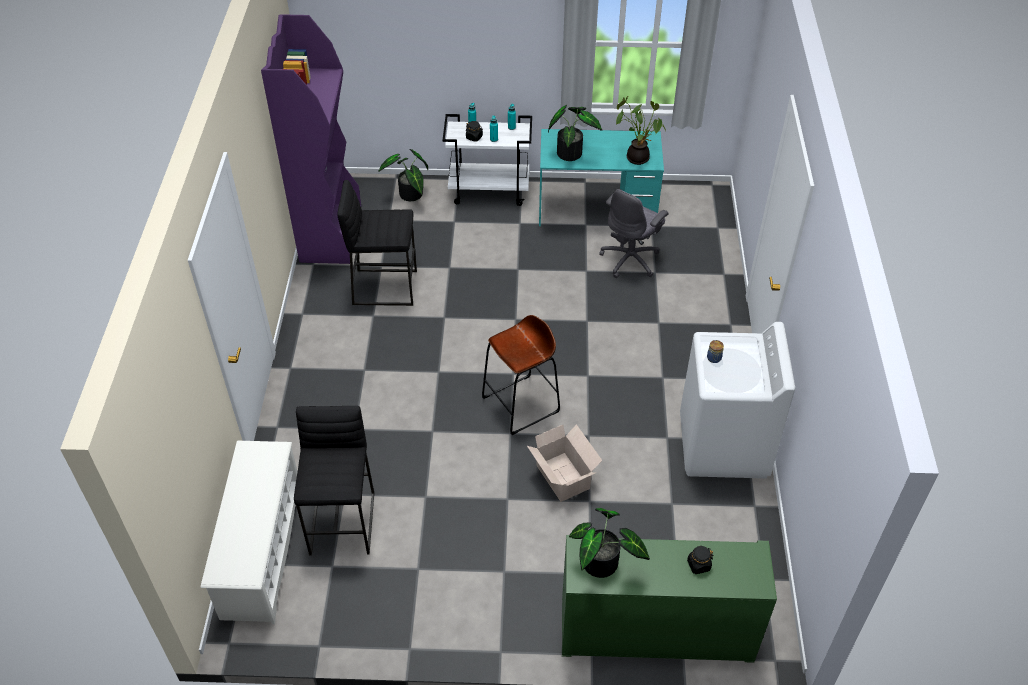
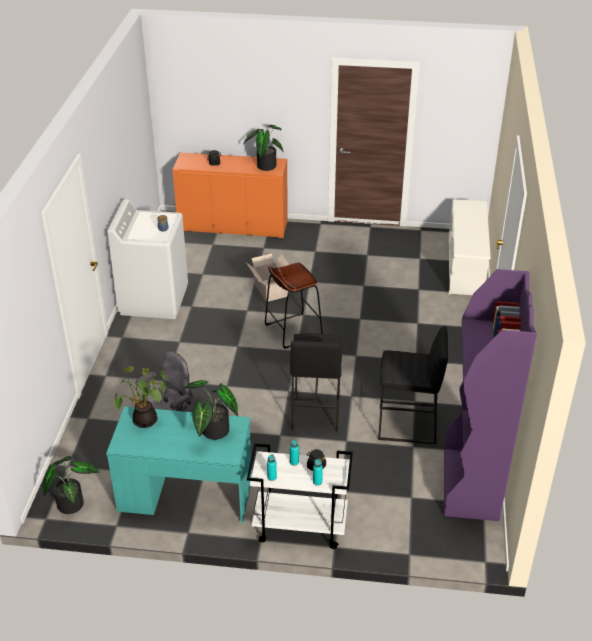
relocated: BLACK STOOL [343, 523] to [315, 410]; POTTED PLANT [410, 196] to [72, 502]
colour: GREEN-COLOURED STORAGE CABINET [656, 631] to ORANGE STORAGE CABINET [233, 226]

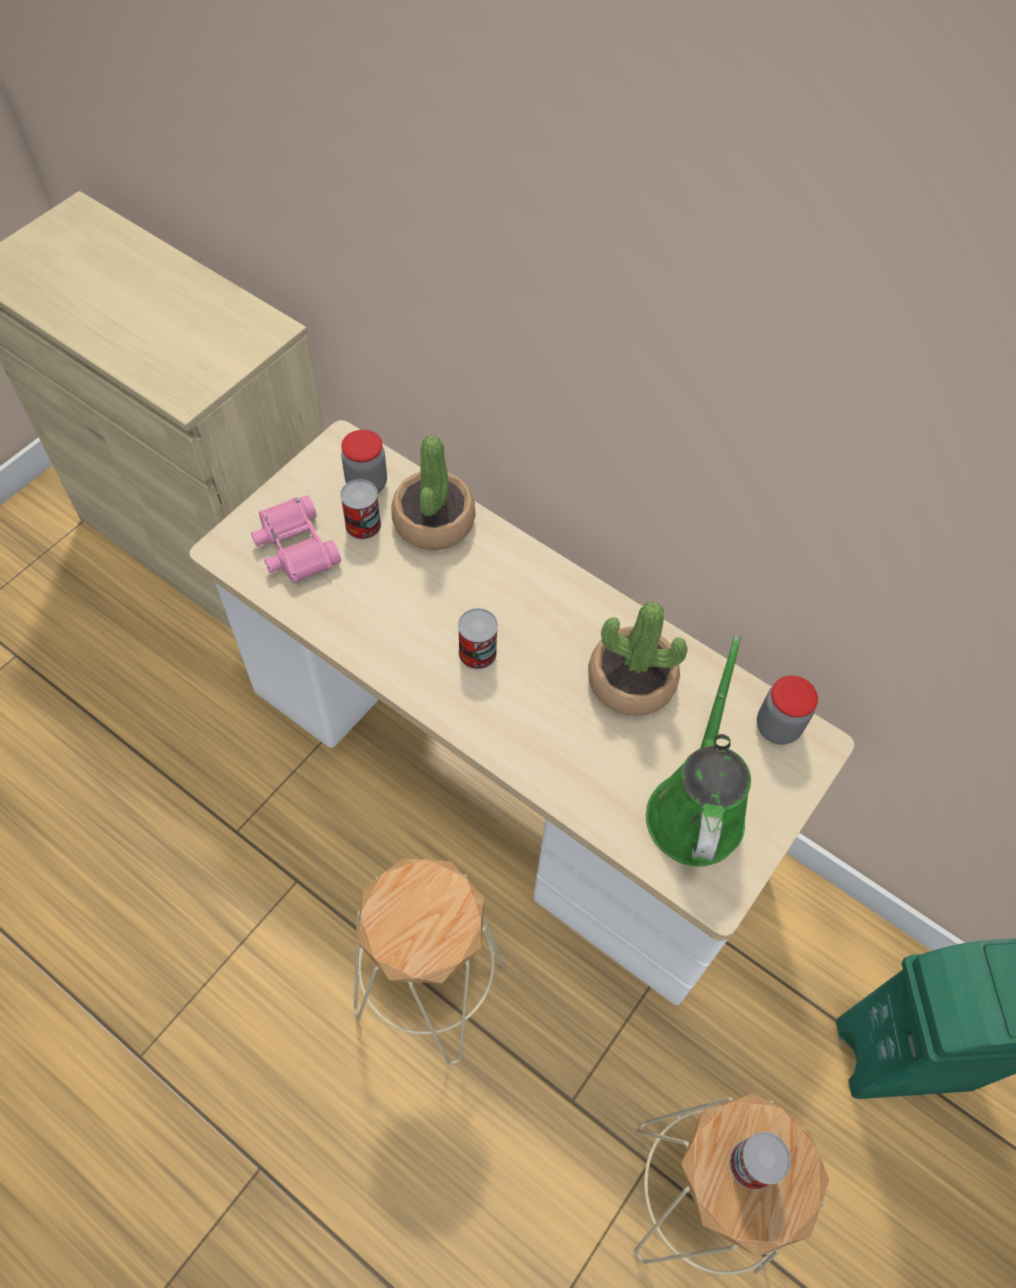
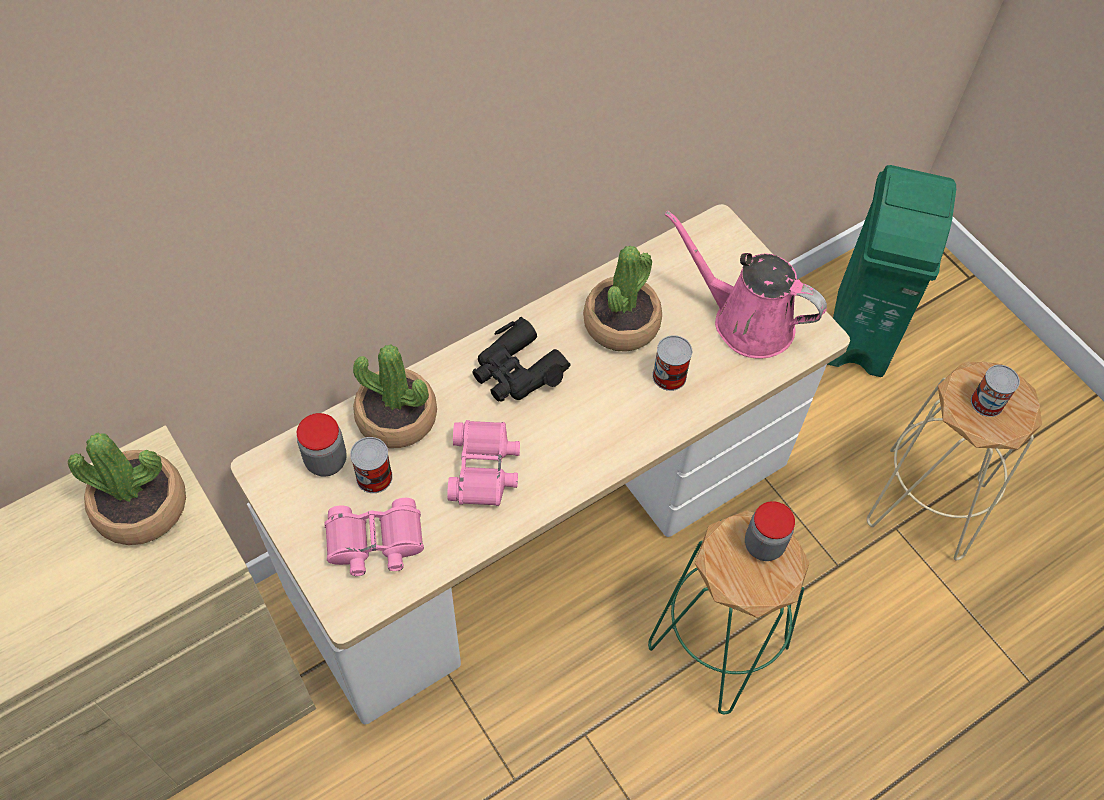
appeared: POTTED PLANT [141, 506]; PINK-COLOURED PAIR OF BINOCULARS [484, 468]; BLACK PAIR OF BINOCULARS [517, 371]
relocated: SEALED CAN [477, 652] to [669, 376]; PRESERVE JAR [777, 727] to [763, 545]
colour: BEIGE STOOL [429, 988] to GREEN-COLOURED STOOL [719, 646]; GREEN-COLOURED WATERING POT [696, 807] to PINK-COLOURED WATERING POT [745, 321]

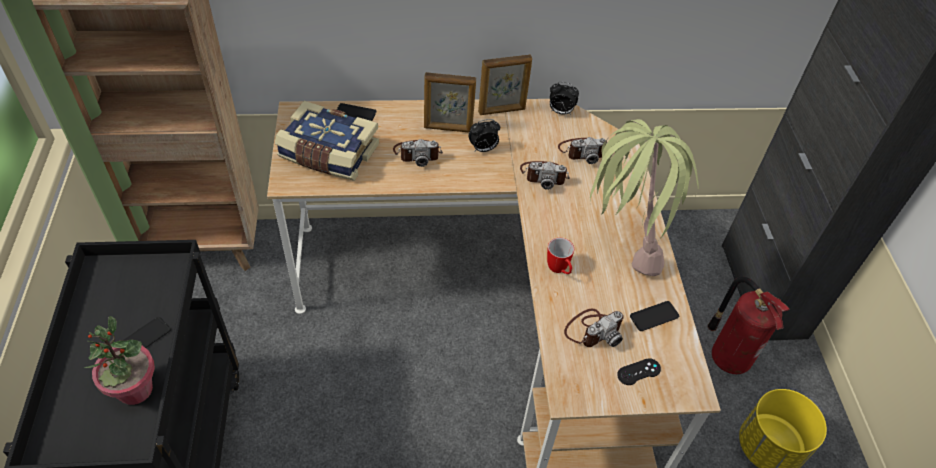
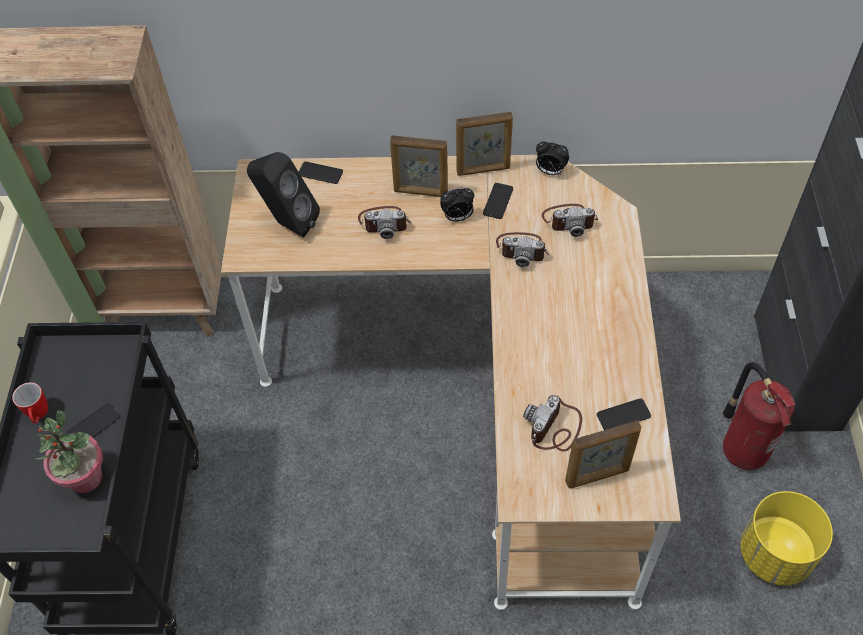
missing: POTTED PLANT [622, 245]
appeared: PHONE [498, 201]
relocated: COFFEE MUG [559, 270] to [39, 416]
exchanged: BOUND BOOK [328, 154] to BLACK LOUDSPEAKER [288, 223]; BLACK GAME CONTROLLER [639, 372] to PHOTO FRAME [598, 476]
spun: STILL CAMERA [593, 329] = [554, 428] 150 degrees clockwise

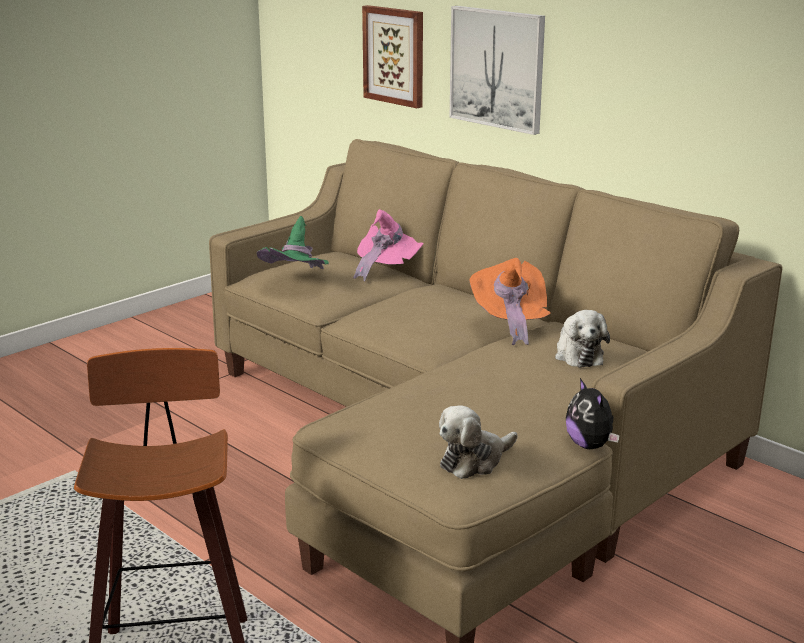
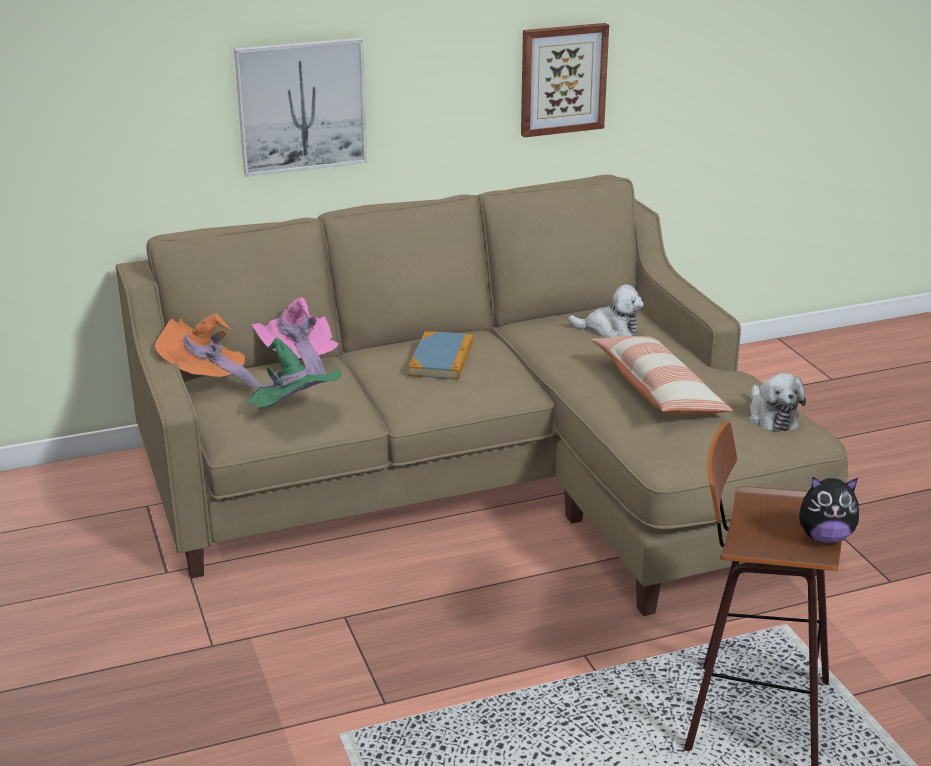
appeared: BOUND BOOK [441, 359]; CUSHION [658, 391]
relocated: WALL PICTURE [394, 55] to [562, 79]; ORANGE WEARABLE HAT [510, 323] to [206, 381]; CUDDLY TOY [590, 445] to [824, 537]

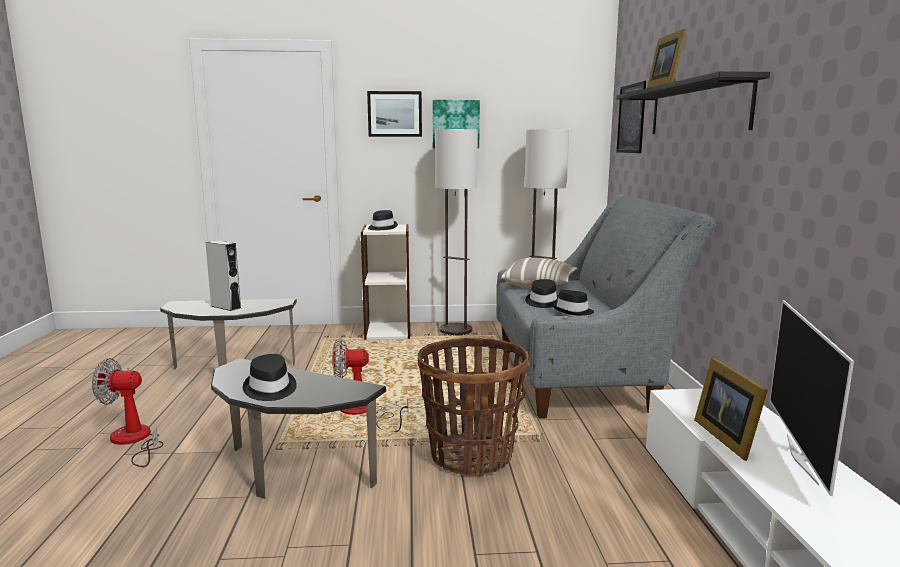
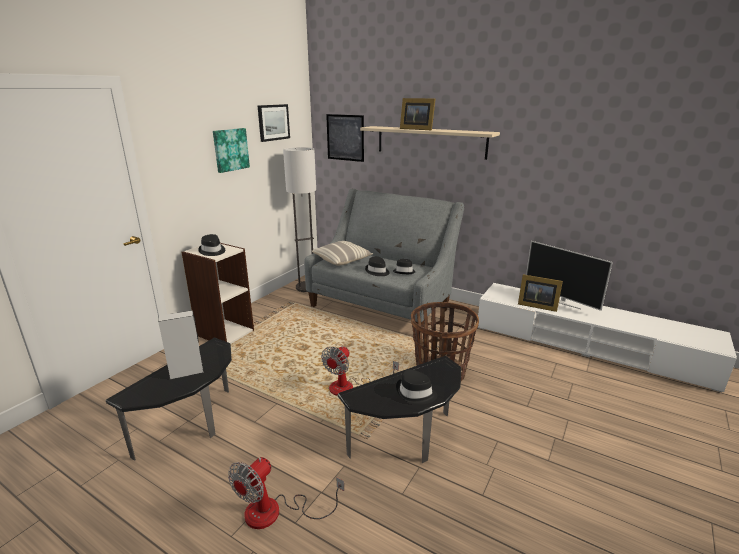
missing: STANDARD LAMP [456, 330]
relocated: WALL PICTURE [395, 114] to [273, 122]
colour: BLACK BRACKET SHELF [696, 109] to BEIGE BRACKET SHELF [430, 142]

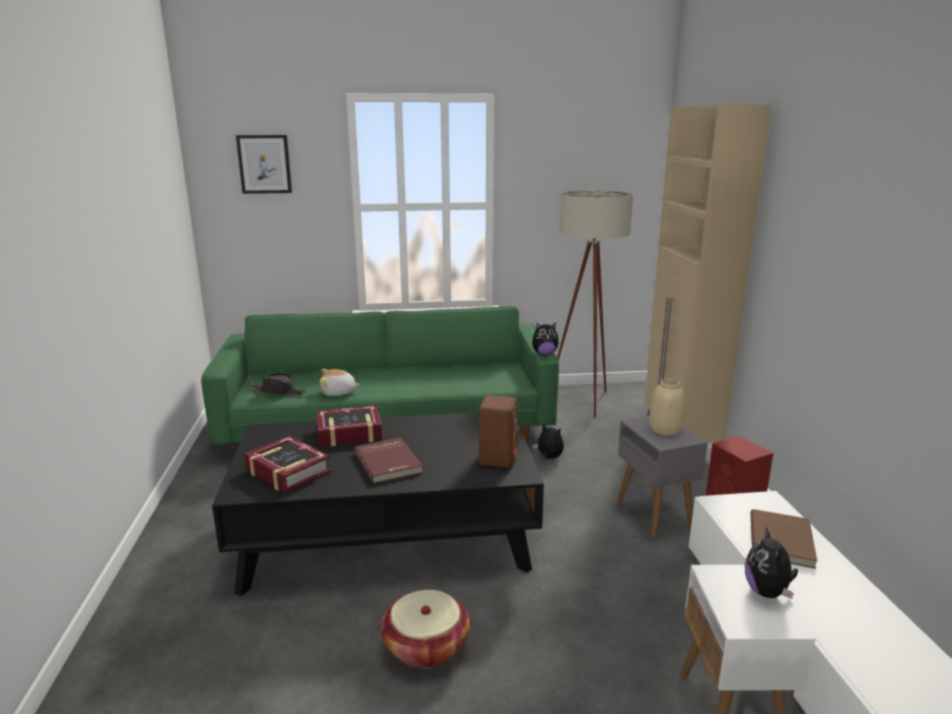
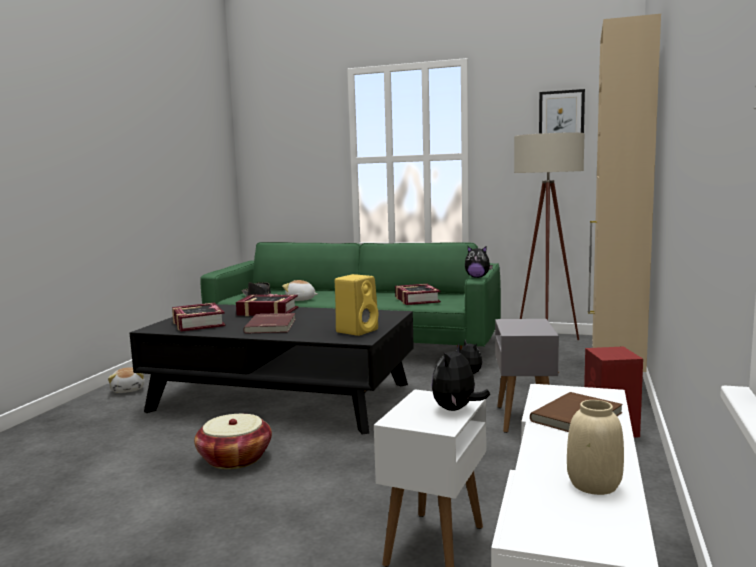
appeared: CUDDLY TOY [128, 389]; BOUND BOOK [416, 299]
relocated: WALL PICTURE [264, 164] to [561, 116]; BEIGE DECORATIVE VASE [665, 430] to [594, 485]
colour: BROWN LOUDSPEAKER [498, 457] to YELLOW LOUDSPEAKER [357, 330]

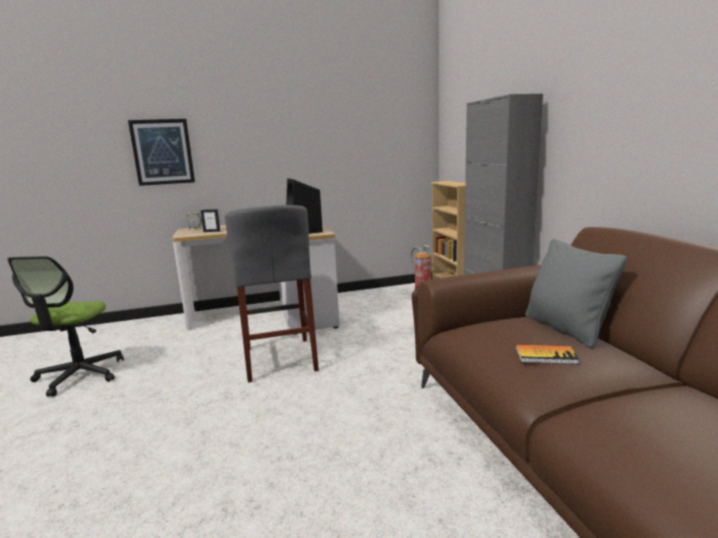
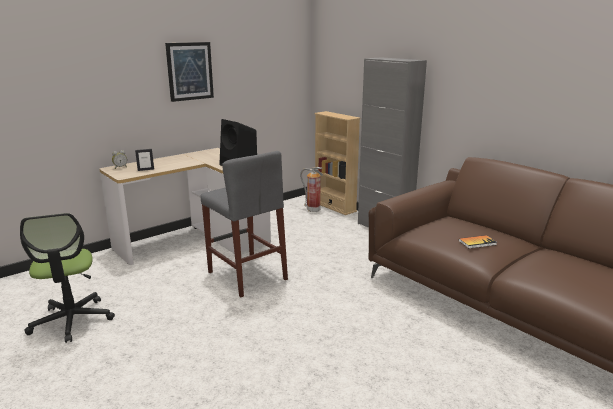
missing: GREYISH CUSHION [566, 329]
relocated: WALL PICTURE [162, 152] to [190, 71]

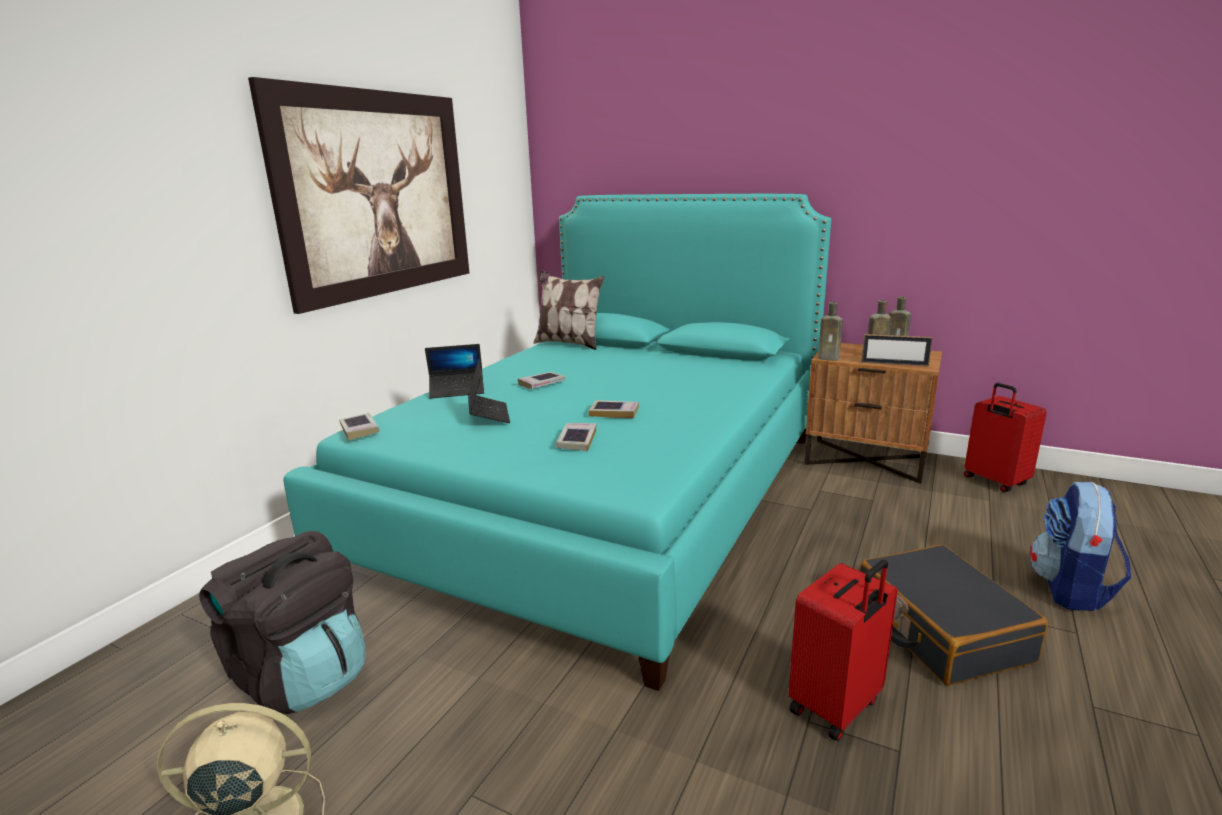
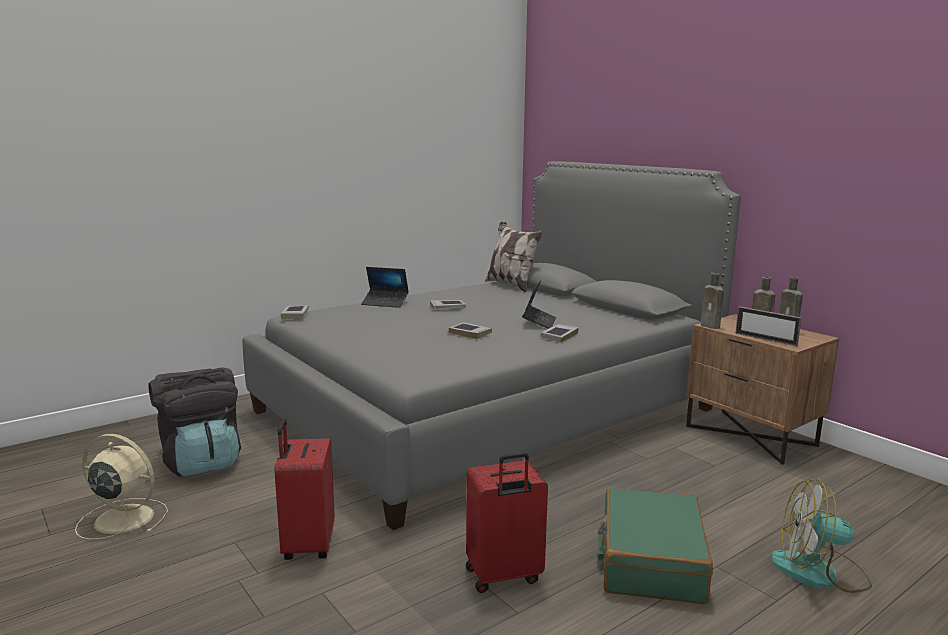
missing: WALL PICTURE [378, 194]
relocated: PORTABLE COMPUTER [488, 414] to [539, 322]; BOUND BOOK [576, 440] to [559, 336]; RED-COLOURED PIECE OF LUGGAGE [994, 482] to [307, 545]
exchanged: KNAPSACK [1070, 590] to ELECTRIC FAN [819, 573]
colour: TURQUOISE-COLOURED BED [601, 494] to GREYISH BED [486, 409]; BLACK PIECE OF LUGGAGE [940, 629] to GREEN-COLOURED PIECE OF LUGGAGE [650, 561]

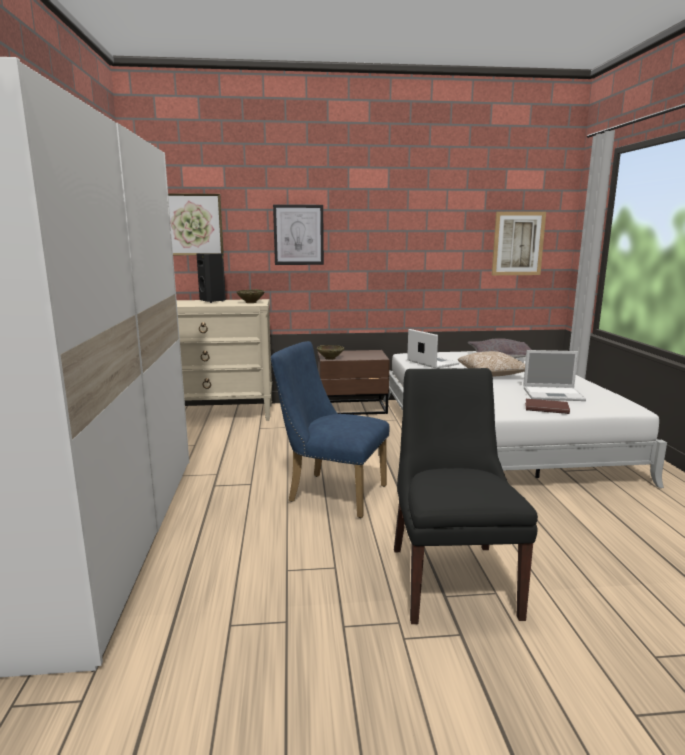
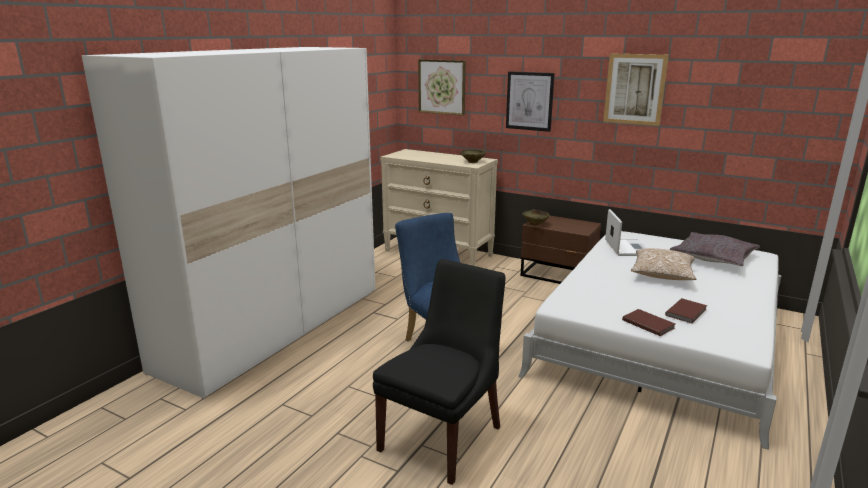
missing: BLACK LOUDSPEAKER [213, 301]
relocated: WALL PICTURE [518, 243] to [634, 89]
exchanged: PORTABLE COMPUTER [554, 394] to BROWN BOUND BOOK [687, 312]

